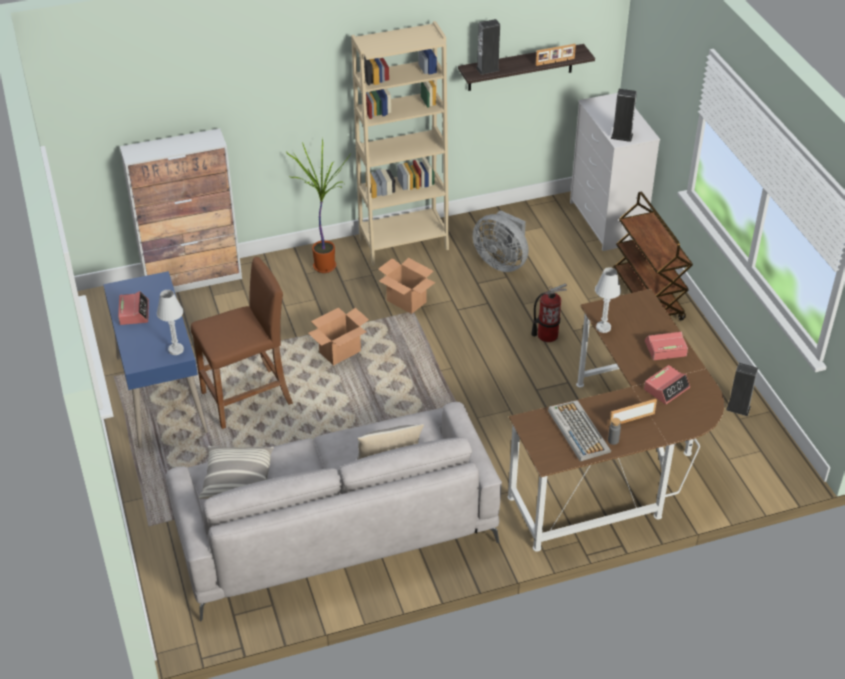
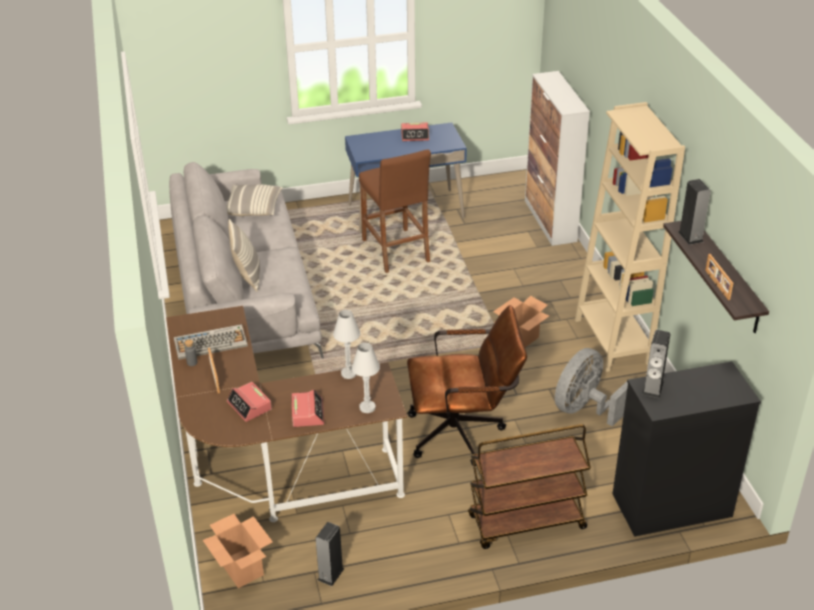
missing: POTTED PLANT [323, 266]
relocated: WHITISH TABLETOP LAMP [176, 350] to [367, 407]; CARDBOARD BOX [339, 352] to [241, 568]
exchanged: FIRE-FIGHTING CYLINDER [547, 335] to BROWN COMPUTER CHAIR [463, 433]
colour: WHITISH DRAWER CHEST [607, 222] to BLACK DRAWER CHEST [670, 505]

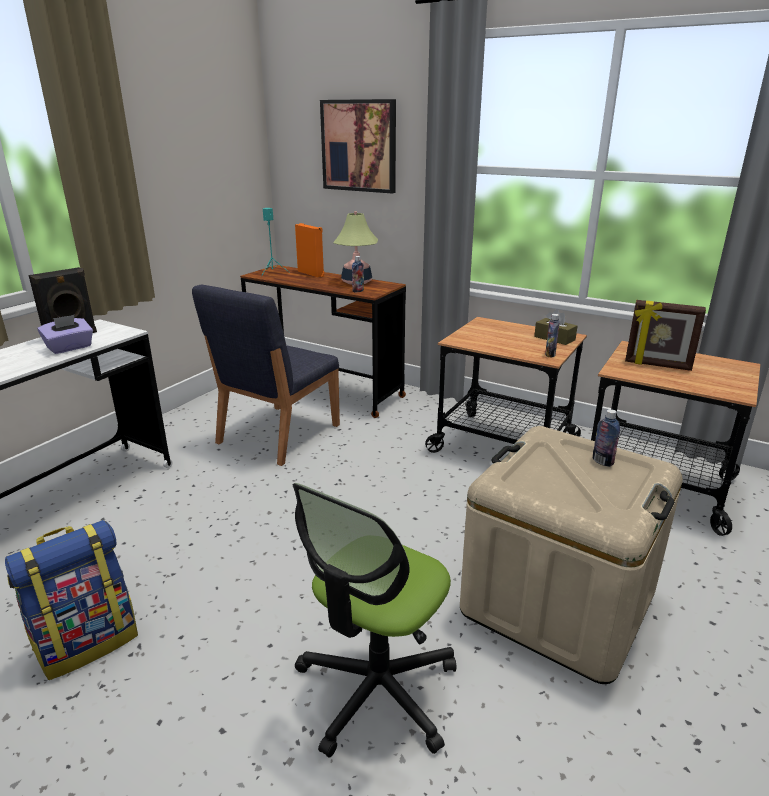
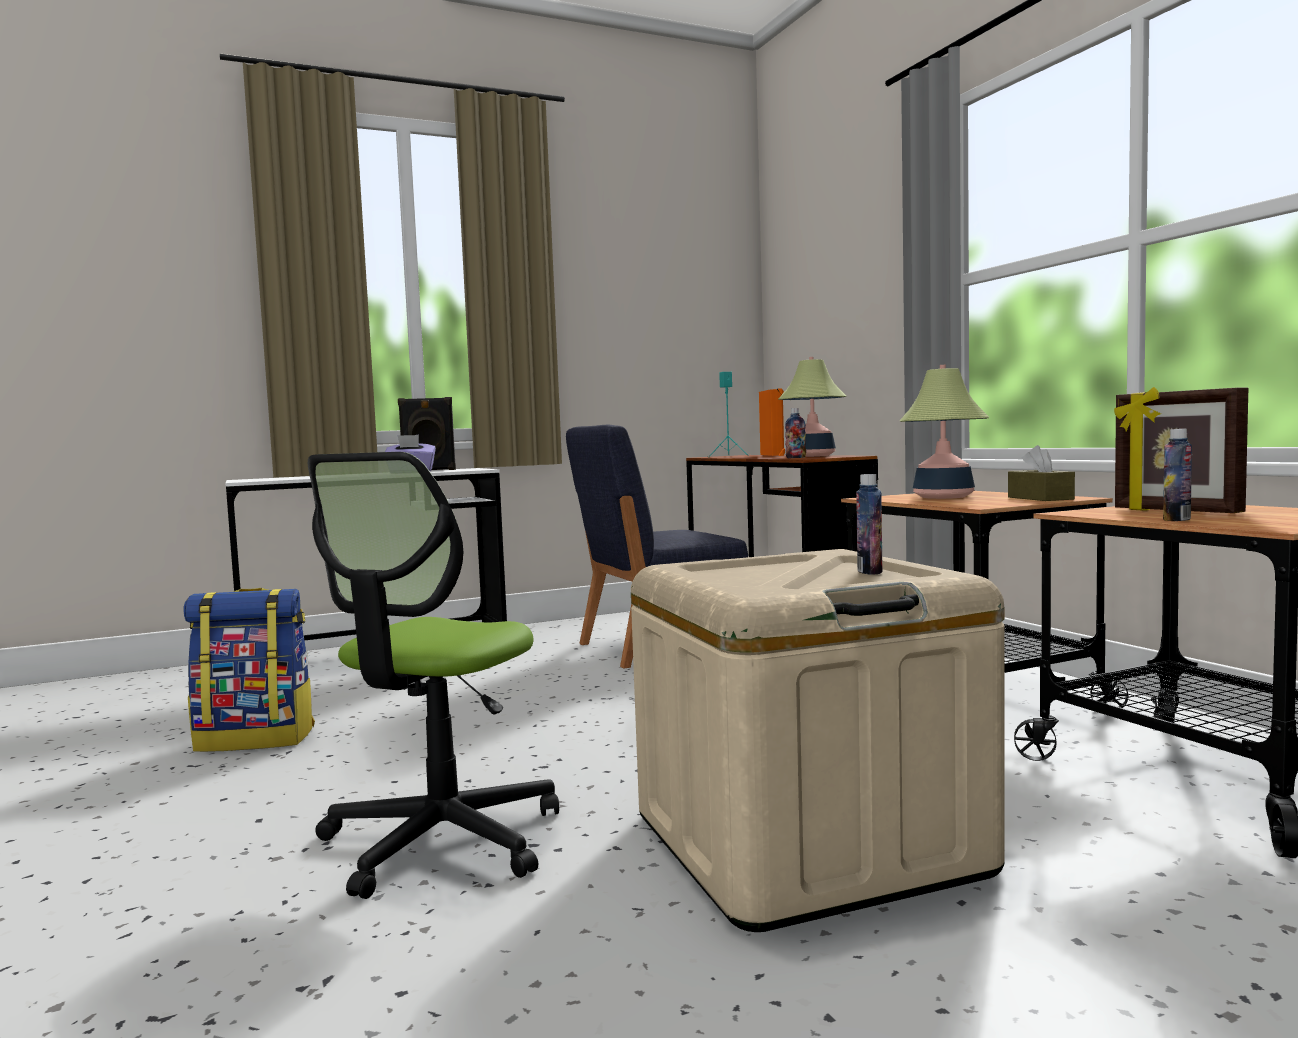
missing: WALL PICTURE [359, 146]
appeared: TABLETOP LAMP [943, 497]
relocated: BOTTLE [550, 354] to [1176, 519]
spun: COMPUTER CHAIR [377, 690] = [441, 841] 45 degrees counterclockwise

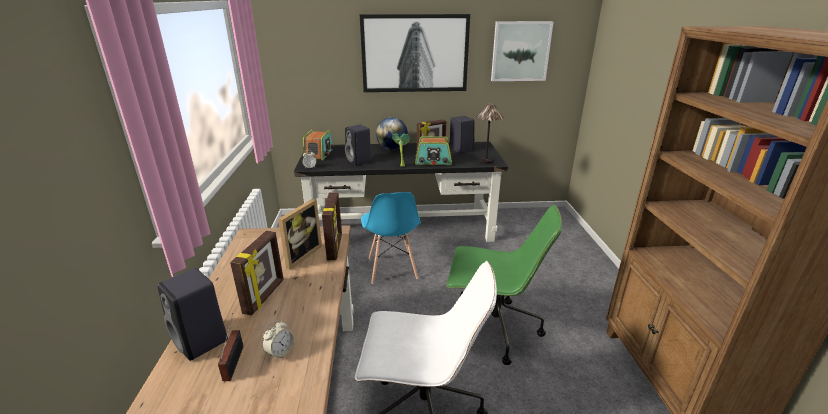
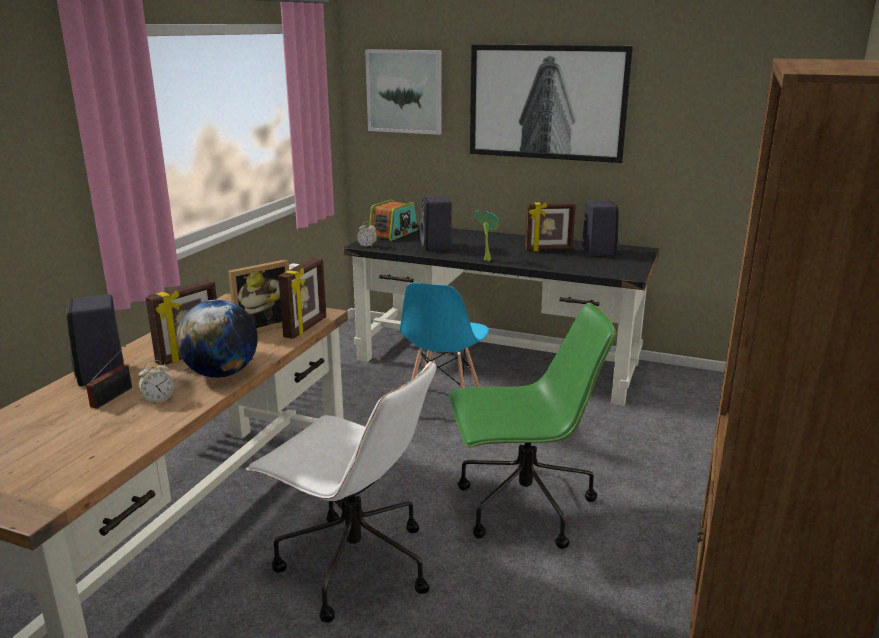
missing: RADIO SET [433, 161]; TABLETOP LAMP [486, 161]
relocated: GLOBE [392, 149] to [221, 373]; WALL PICTURE [520, 51] to [404, 91]
spun: GREEN-COLOURED COMPUTER CHAIR [492, 329] = [522, 507] 45 degrees counterclockwise

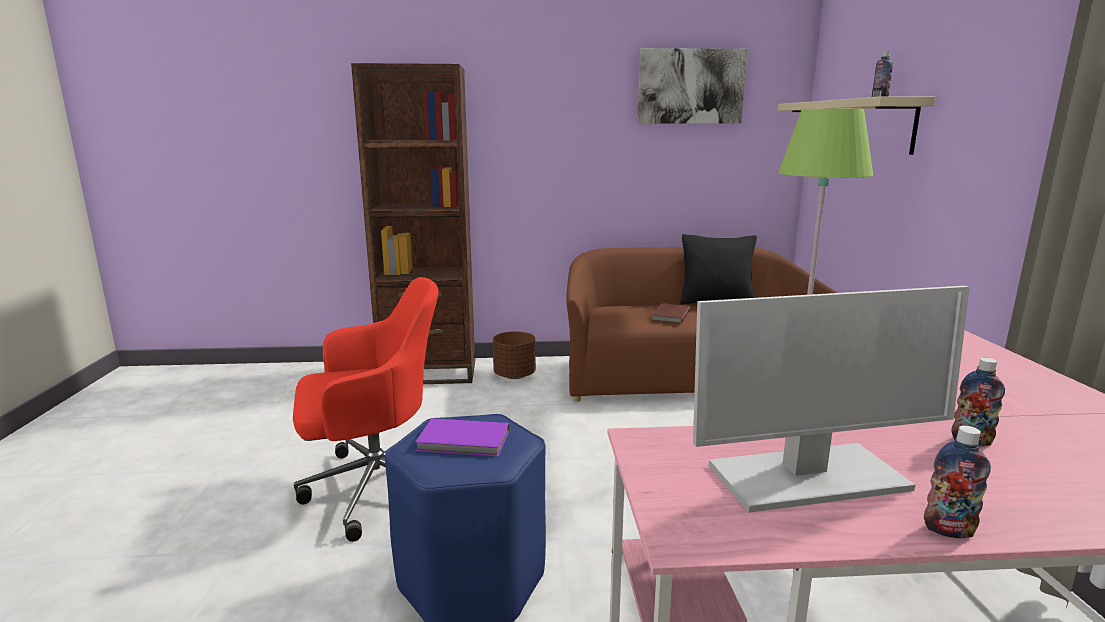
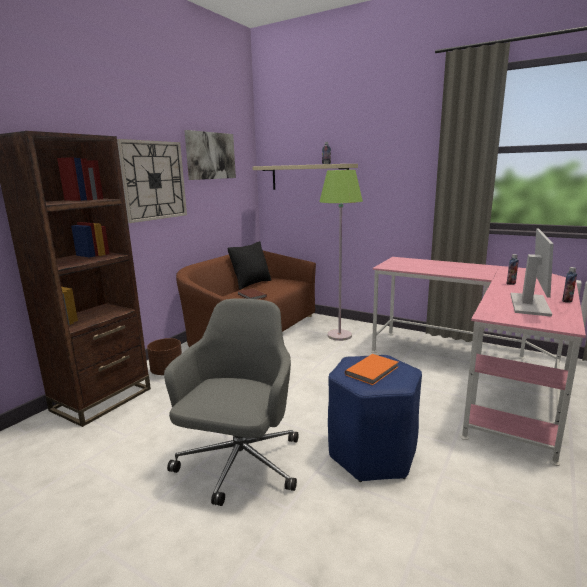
appeared: CLOCK ON THE WALL [153, 180]
colour: RED-COLOURED COMPUTER CHAIR [375, 487] to GREYISH COMPUTER CHAIR [239, 465]; PURPLISH BOUND BOOK [464, 441] to ORANGE BOUND BOOK [373, 371]

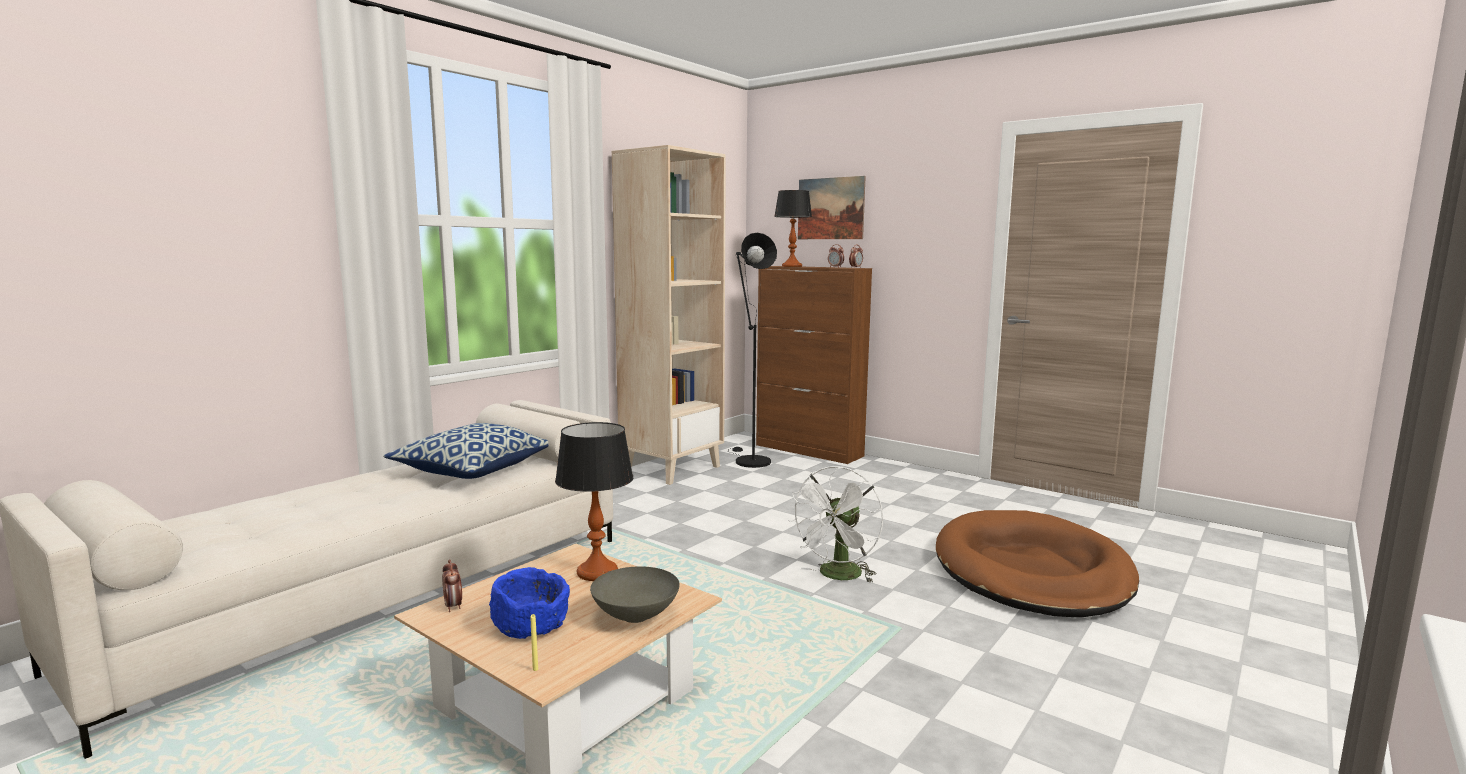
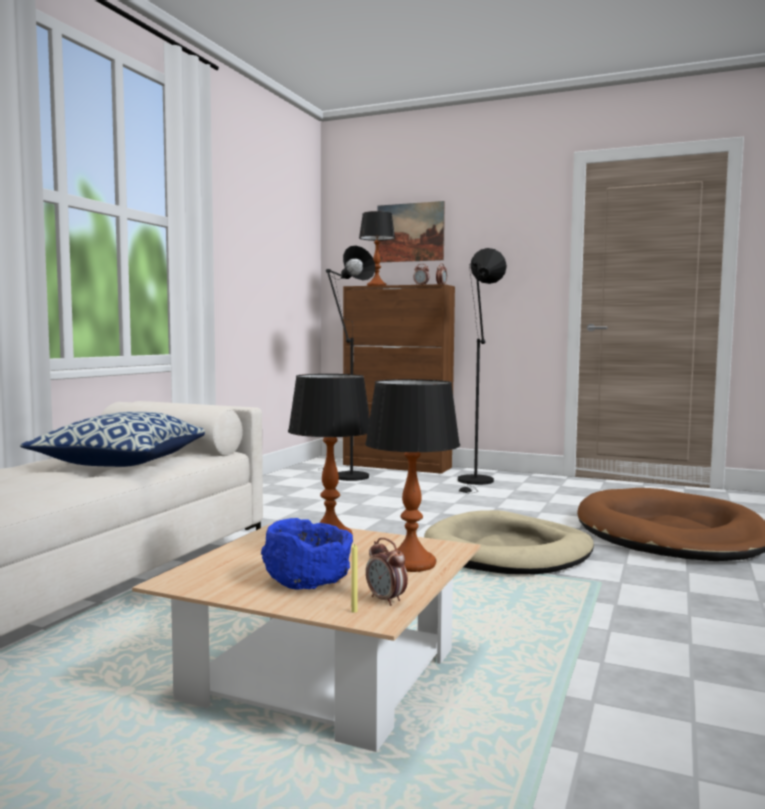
missing: BEIGE SHELVING UNIT [672, 469]
appeared: BLACK STANDARD LAMP [475, 482]
relocated: TABLE CLOCK [453, 606] to [386, 600]
exchanged: GREYISH SERVING BOWL [634, 616] to TABLETOP LAMP [411, 564]; WHITISH ELECTRIC FAN [838, 576] to BEIGE PET BED [508, 551]

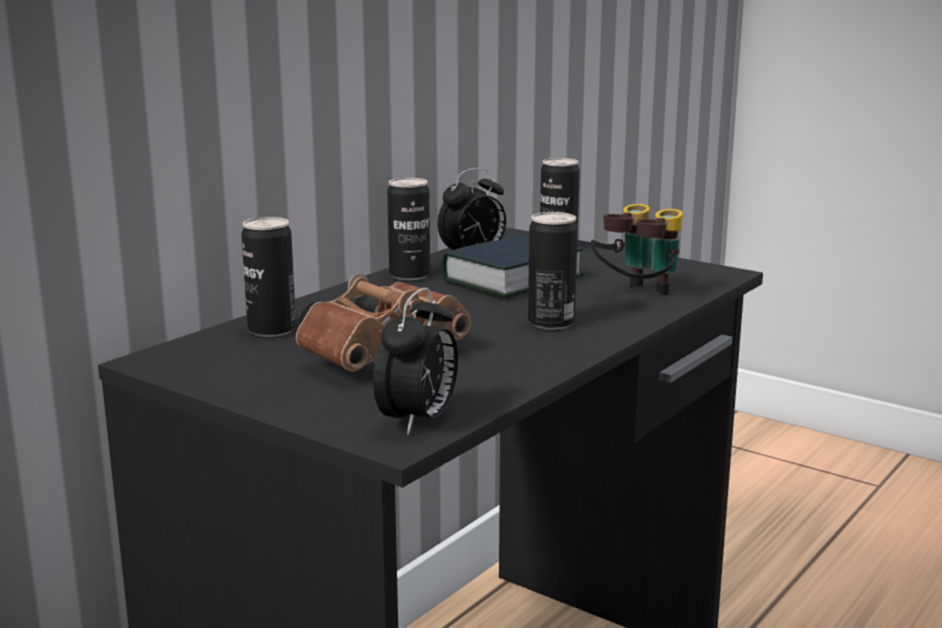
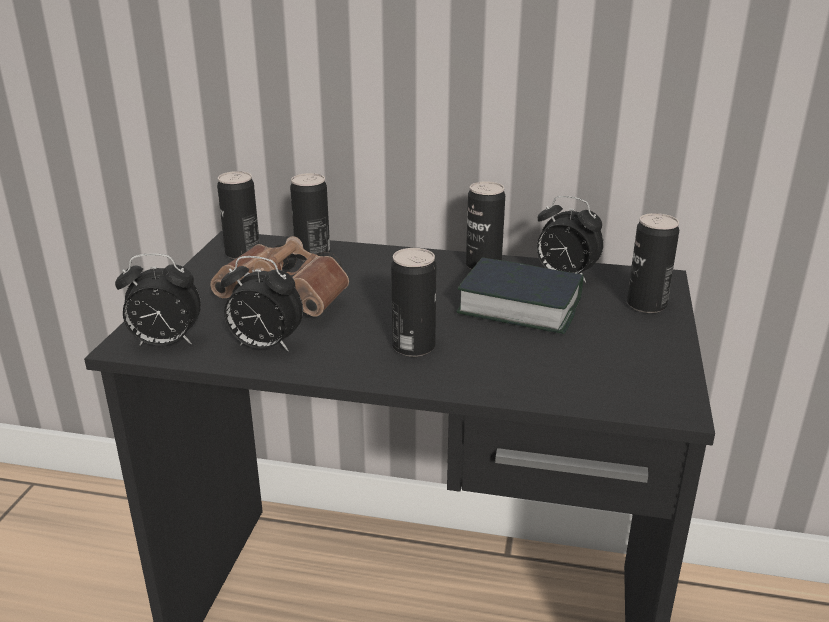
missing: PAIR OF BINOCULARS [636, 296]
appeared: SEALED CAN [242, 253]; TABLE CLOCK [264, 346]

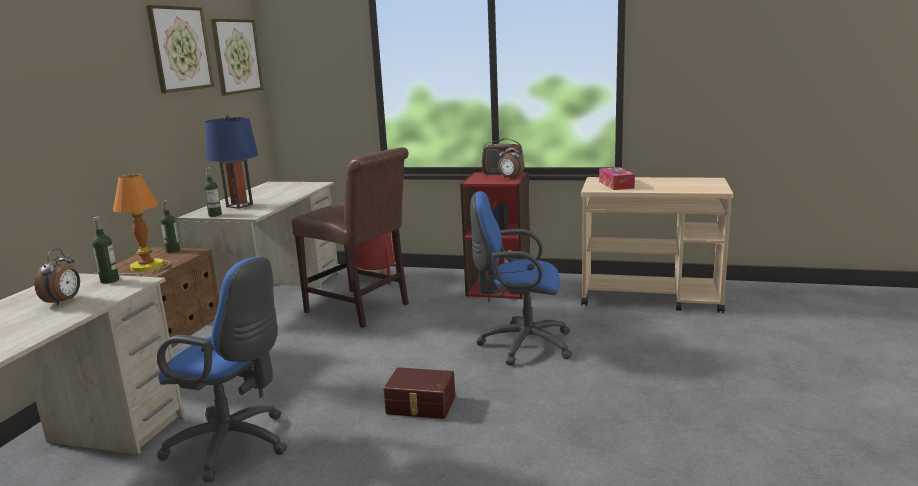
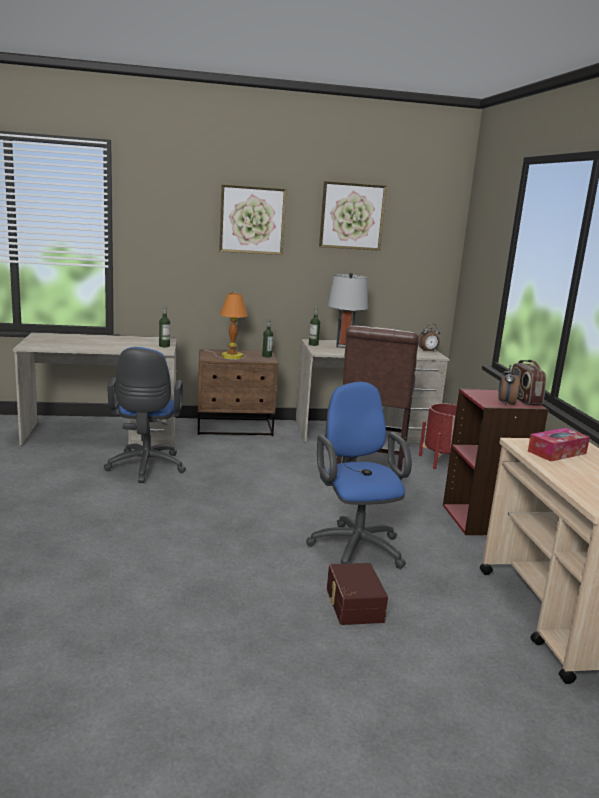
relocated: TABLE CLOCK [64, 301] to [428, 351]; WALL PICTURE [236, 56] to [252, 220]; BROWN STORAGE BIN [420, 405] to [353, 605]
colour: BLUE-COLOURED TABLETOP LAMP [239, 205] to GREYISH TABLETOP LAMP [344, 346]

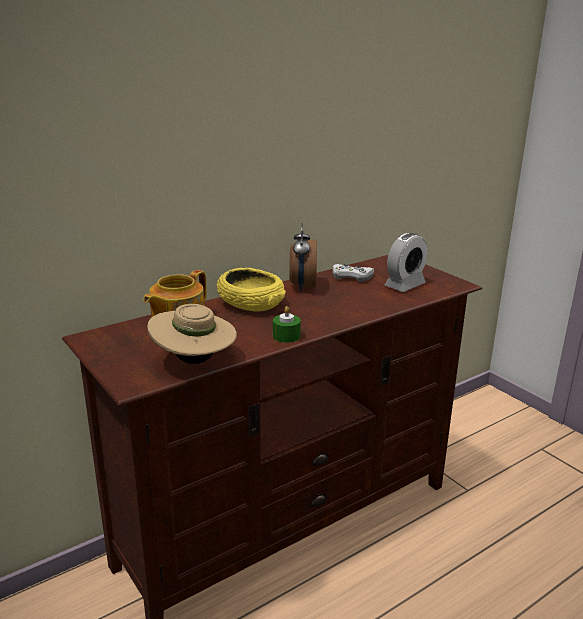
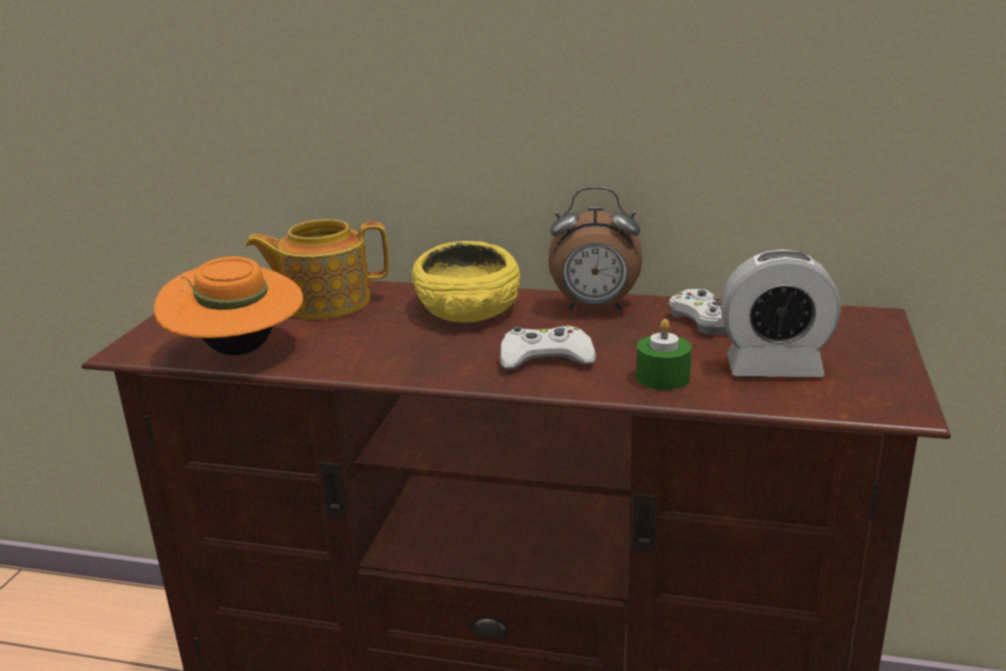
appeared: WHITISH GAME CONTROLLER [546, 358]
relocated: GREEN-COLOURED WAX LIGHT [286, 336] to [663, 377]
colour: BEIGE WEARABLE HAT [194, 361] to ORANGE WEARABLE HAT [238, 351]
spun: TABLE CLOCK [302, 286] = [594, 308] 135 degrees counterclockwise

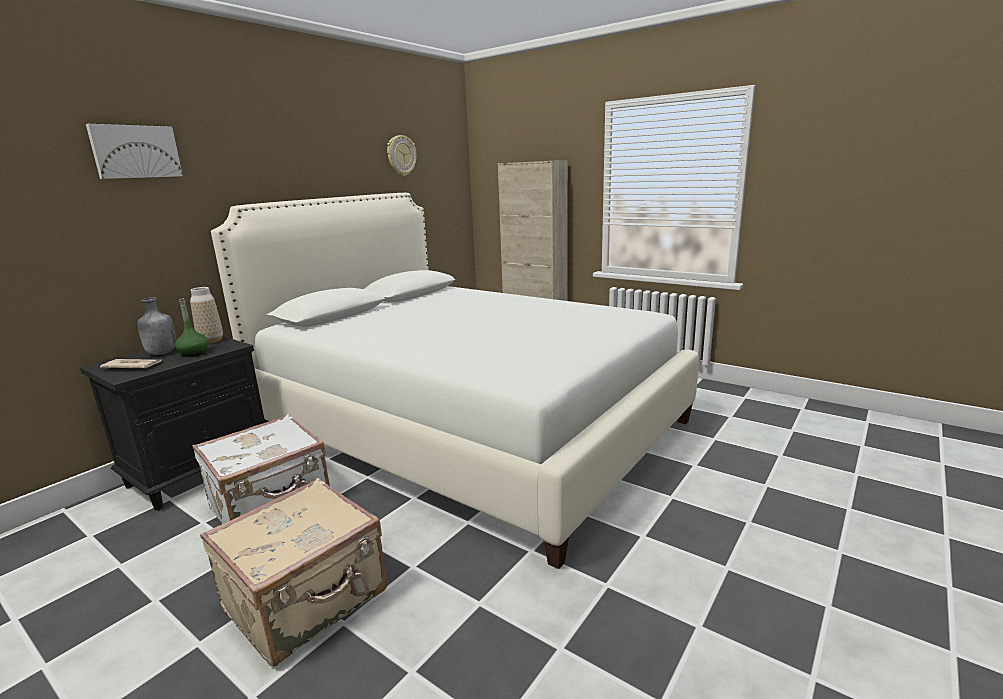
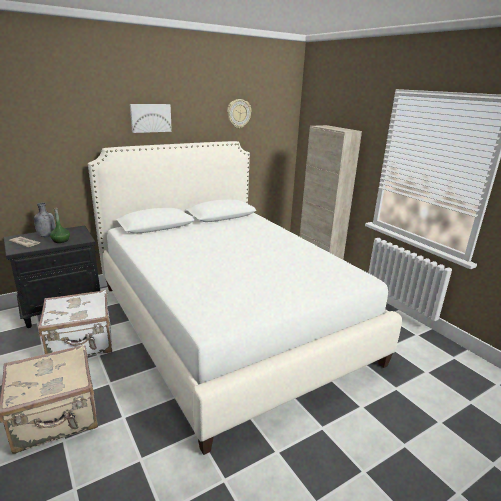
missing: DECORATIVE VASE [211, 341]
relocated: WALL PICTURE [135, 152] to [150, 118]

